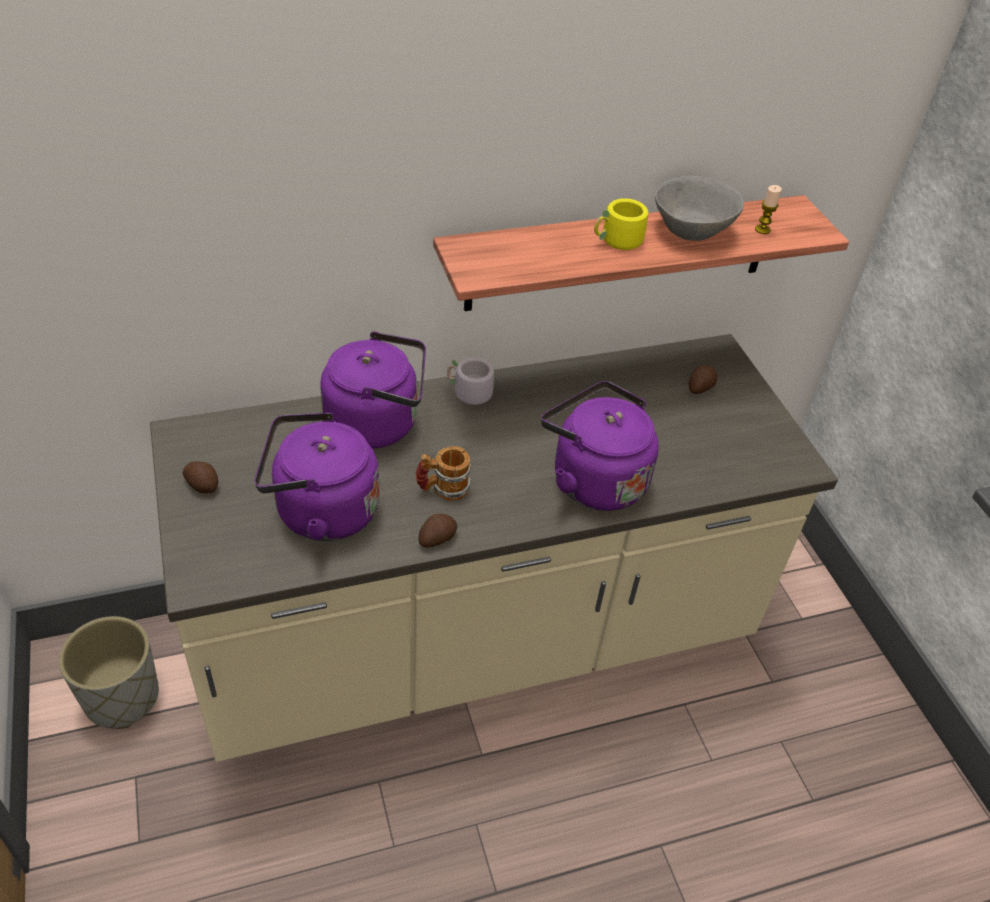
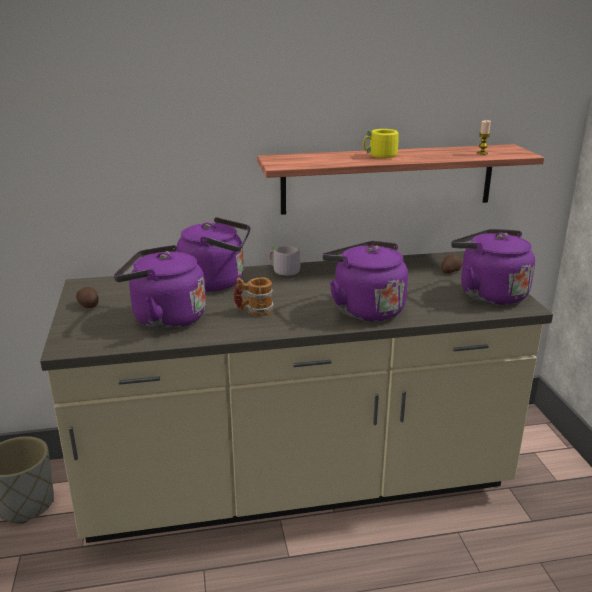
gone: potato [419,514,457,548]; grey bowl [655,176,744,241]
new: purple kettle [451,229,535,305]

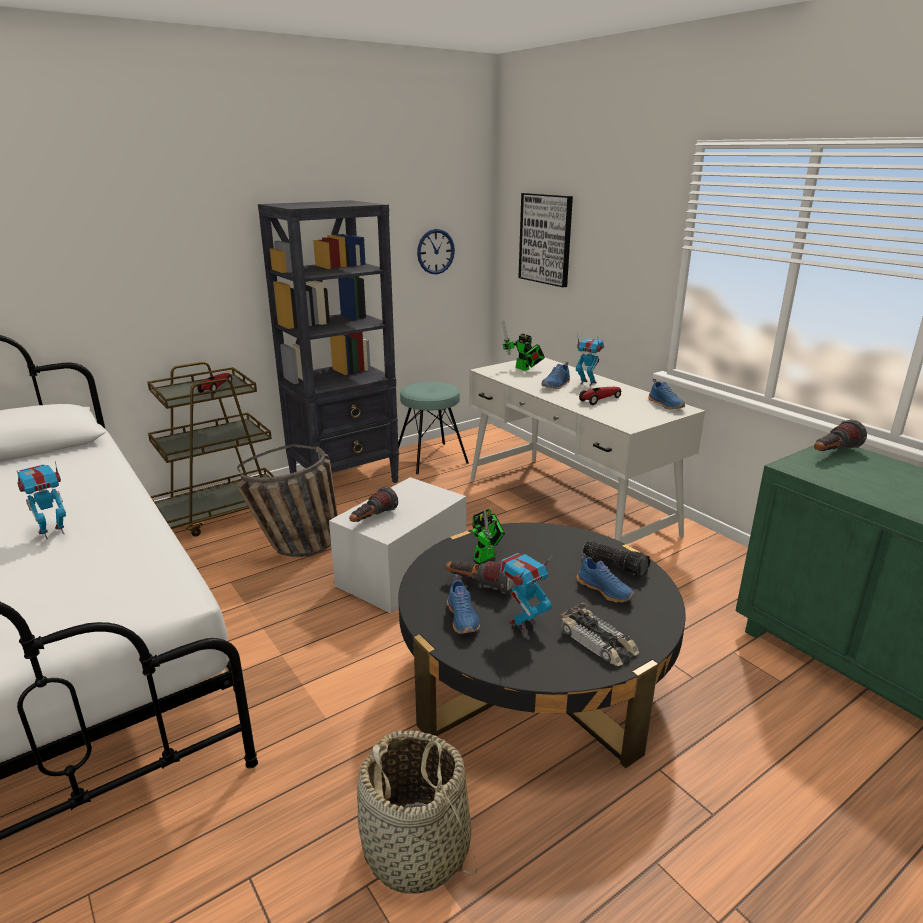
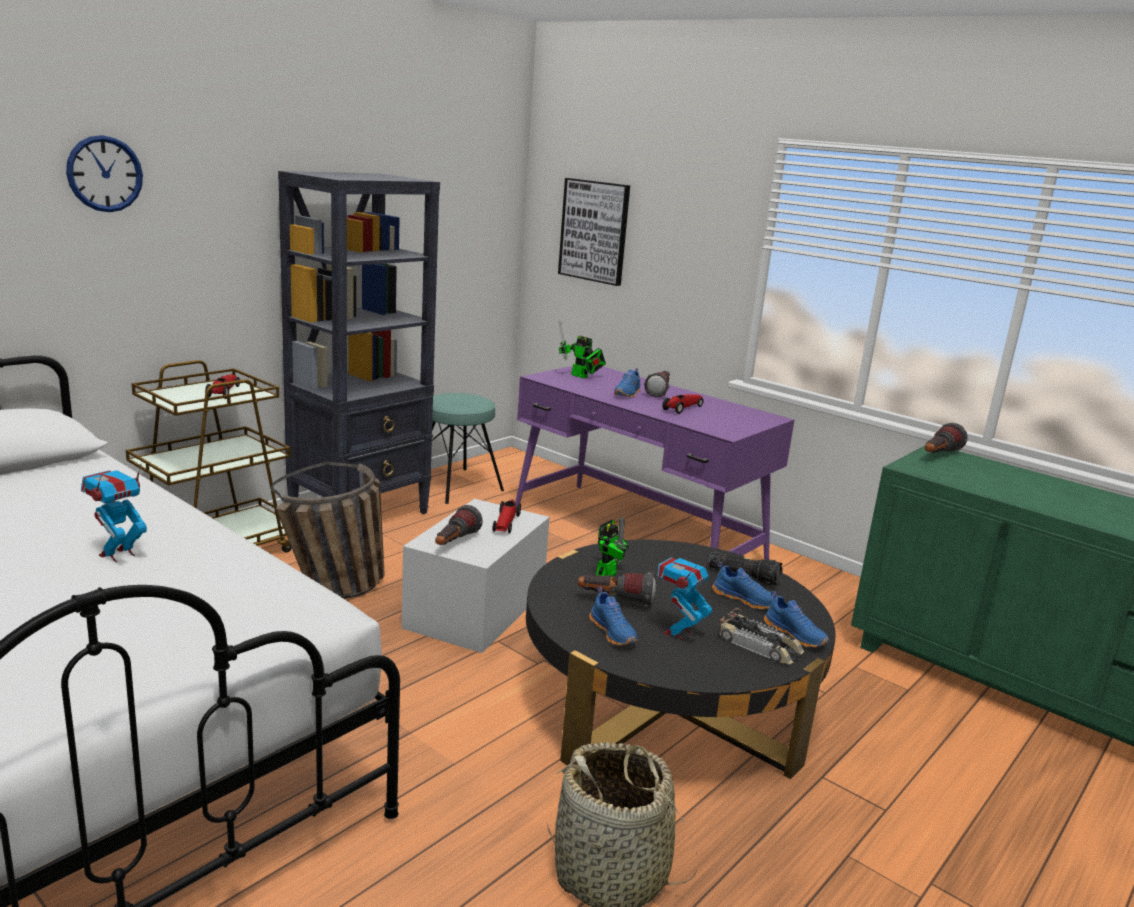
new: toy car [492,499,521,534]
shifted: wall clock [417,229,455,274] to [66,135,143,212]; blue shoe [648,379,685,409] to [764,591,829,647]
swapped: toy robot [576,334,604,386] to flashlight [644,371,670,397]
repainted: white desk [469,358,705,544] to purple desk [515,364,794,560]

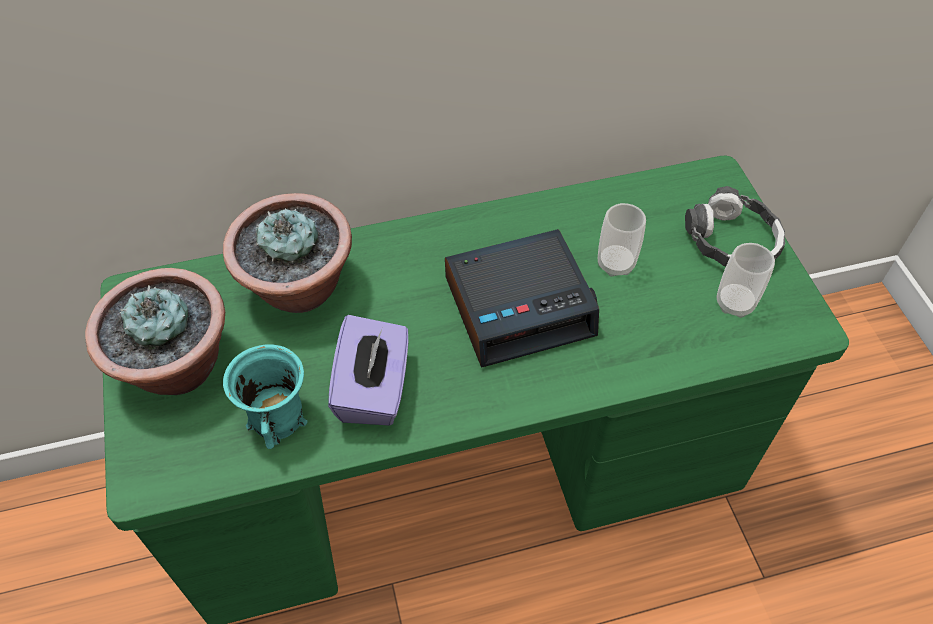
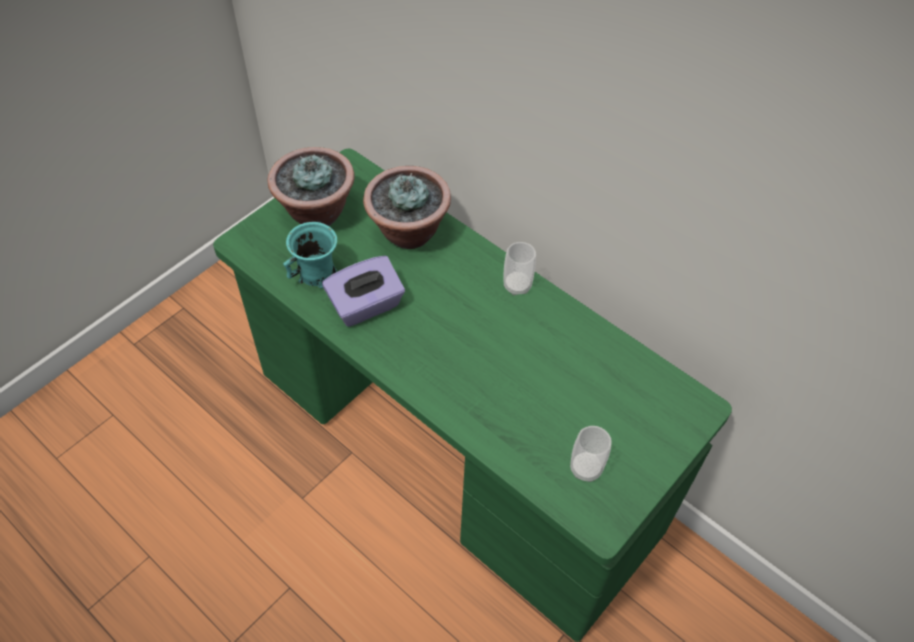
gone: alarm clock [445,229,599,368]; headphones [685,186,785,266]
shifted: cup [598,203,646,277] to [503,242,536,296]

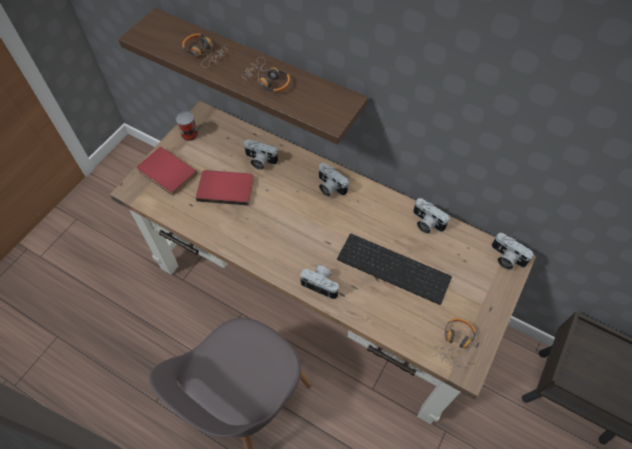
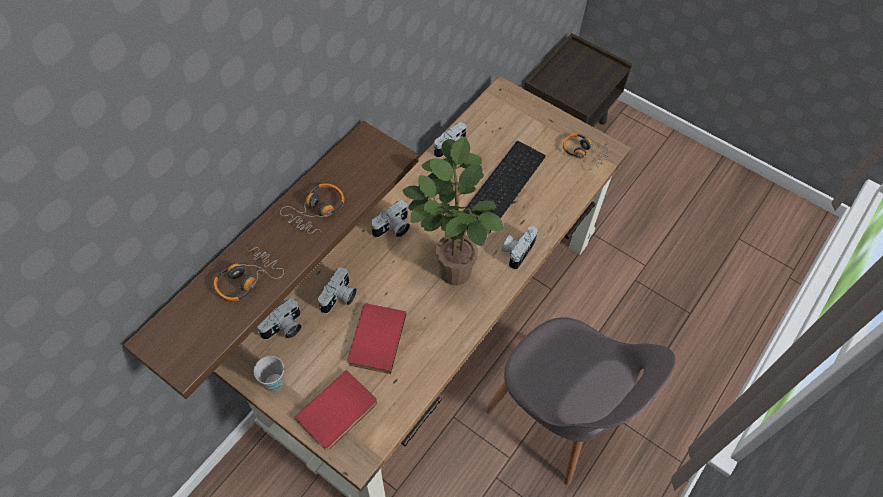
new: potted plant [402,137,504,285]
shifted: photo camera [492,233,533,270] to [257,298,302,340]
swapped: can [176,111,198,141] to cup [253,356,285,392]

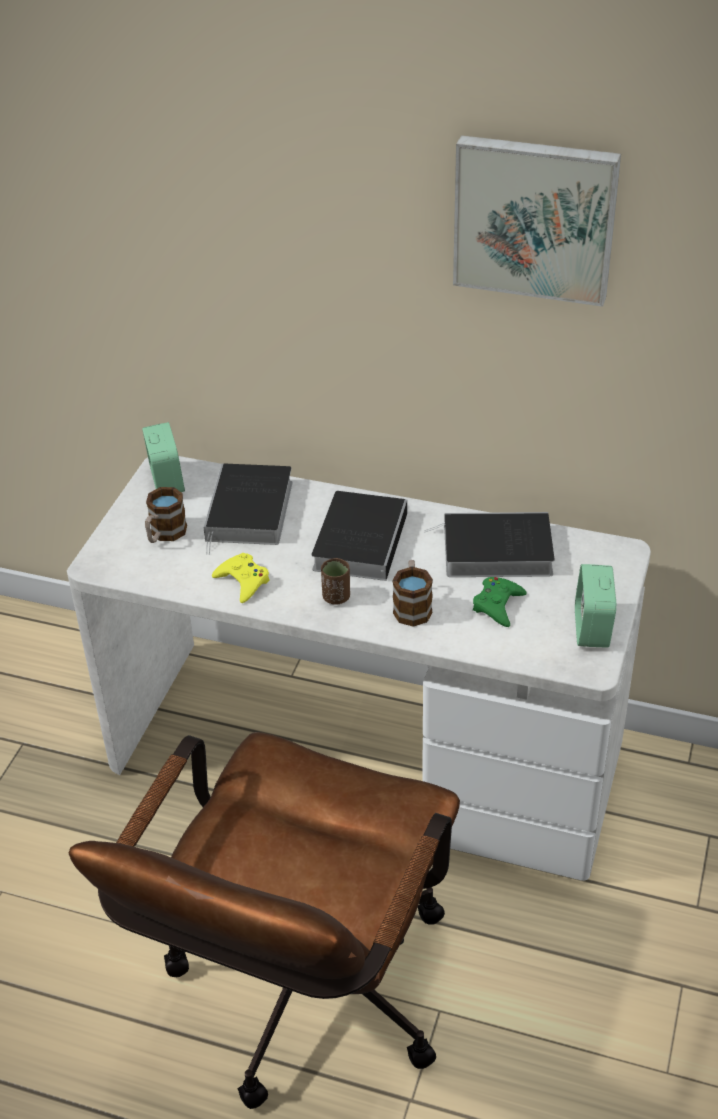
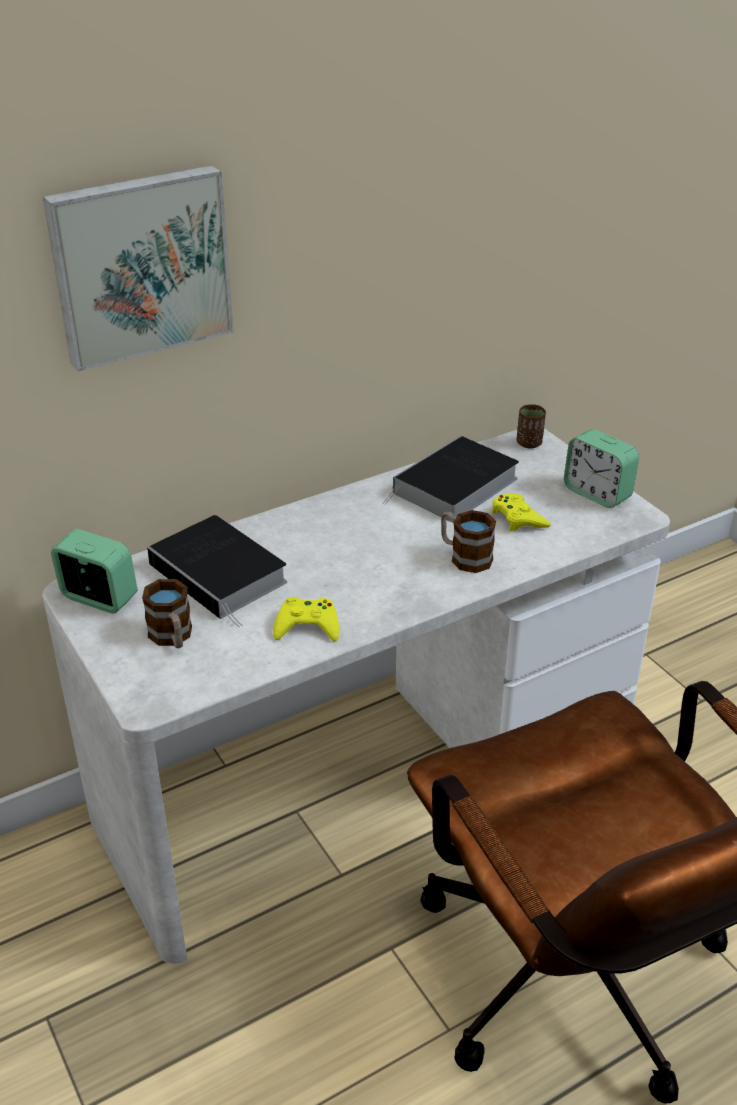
gone: book [311,491,407,581]
shifted: picture [453,135,621,307] to [43,165,234,371]; brown cup [321,558,350,605] to [517,404,546,448]
repainted: green game controller [473,577,527,627] to yellow game controller [492,493,551,531]

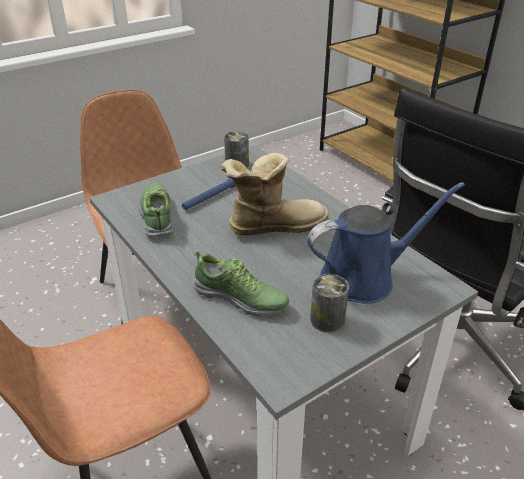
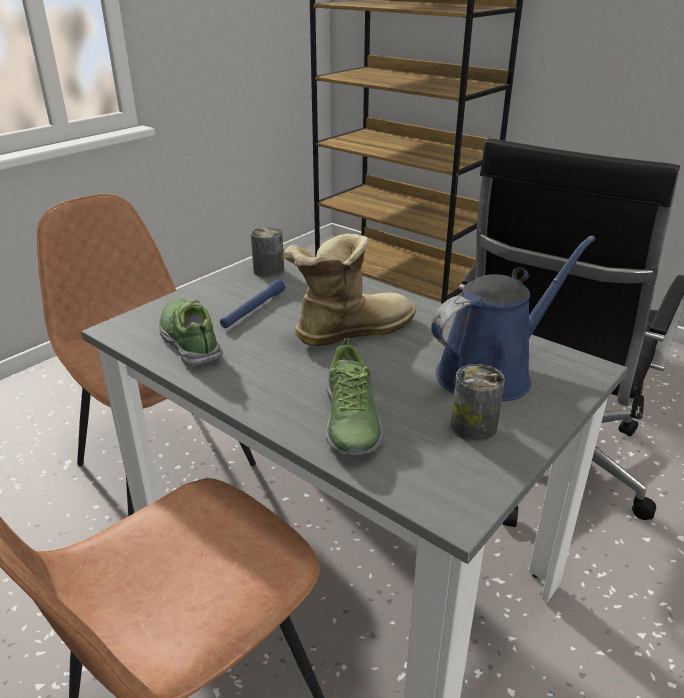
rotated: shoe [193,251,289,316] = [326,338,383,455] 75 degrees clockwise

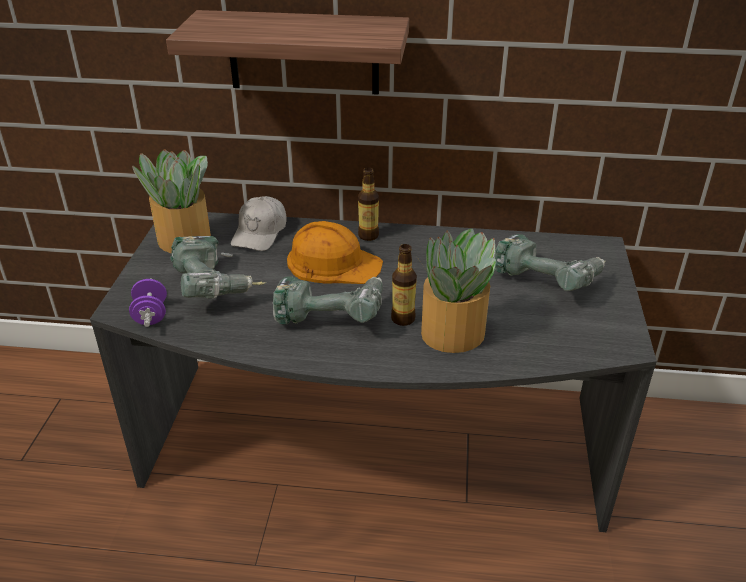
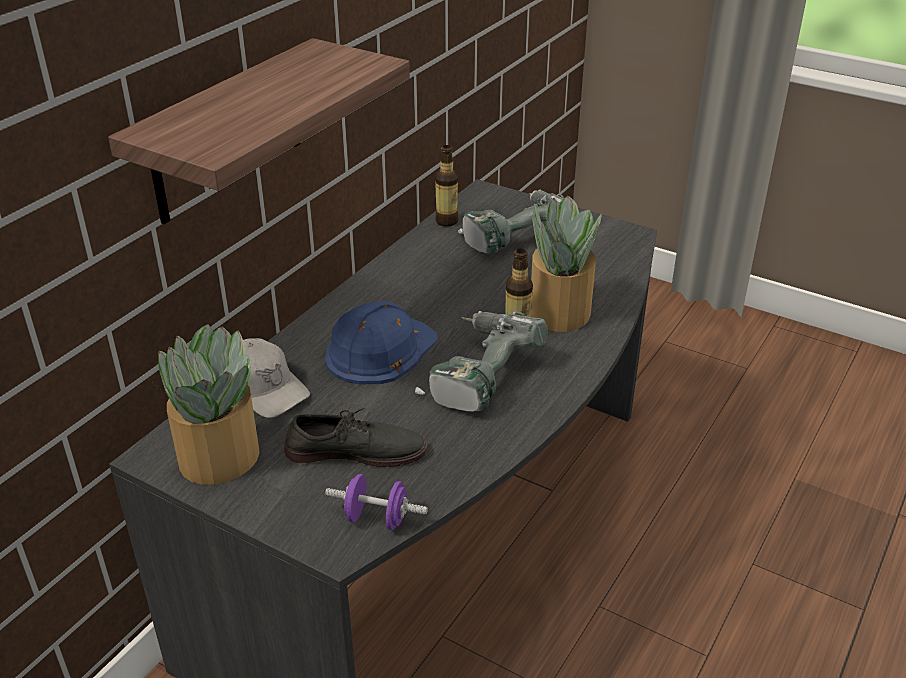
shifted: bottle [358,167,379,241] to [435,145,458,227]
swapped: power drill [170,236,266,299] to grey shoe [284,408,427,467]
repainted: orange hard hat [287,221,383,284] to blue hard hat [325,301,438,384]

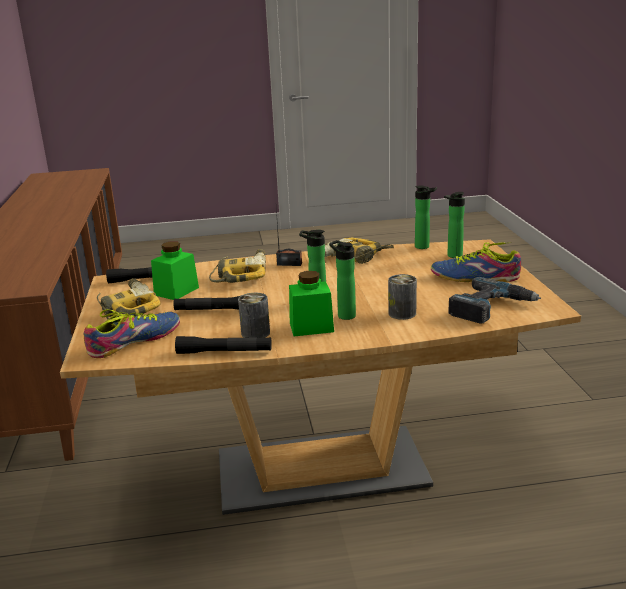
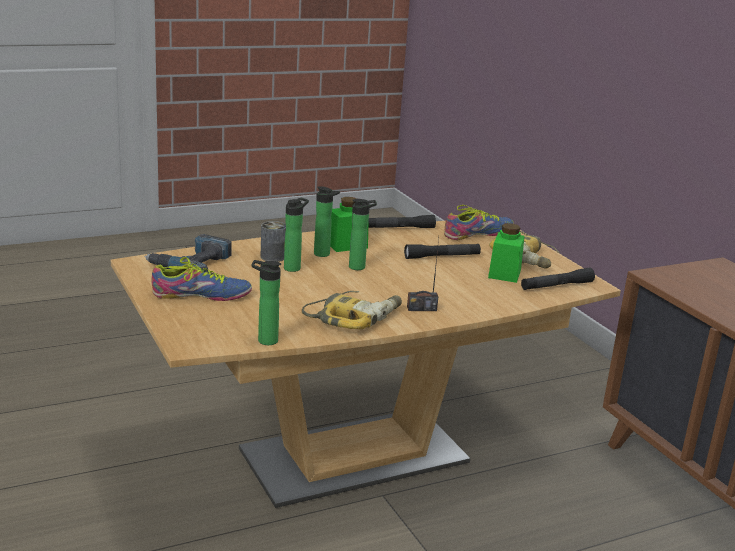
gone: power drill [209,249,266,283]; can [238,293,270,338]
shifted: bottle [444,192,465,258] to [284,198,309,272]
rotated: shoe [84,309,180,358] = [444,205,514,240] 150 degrees counterclockwise

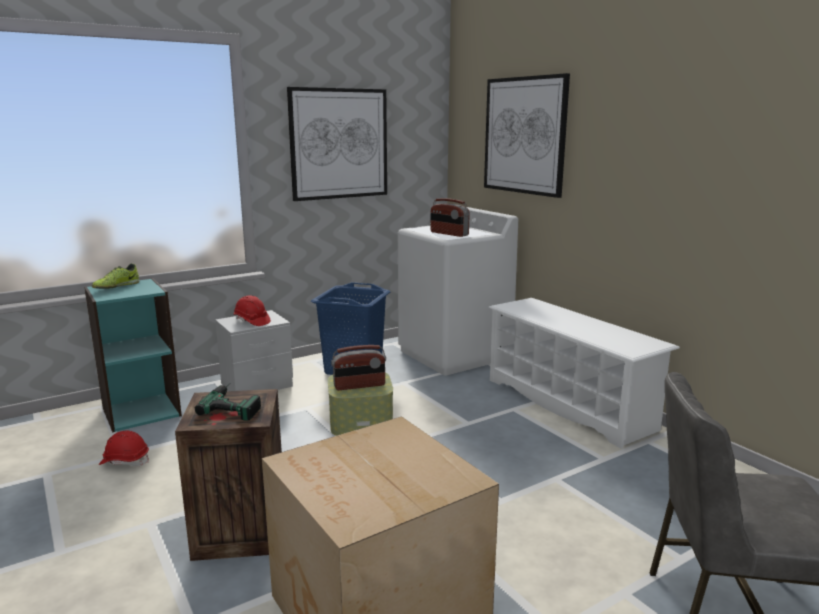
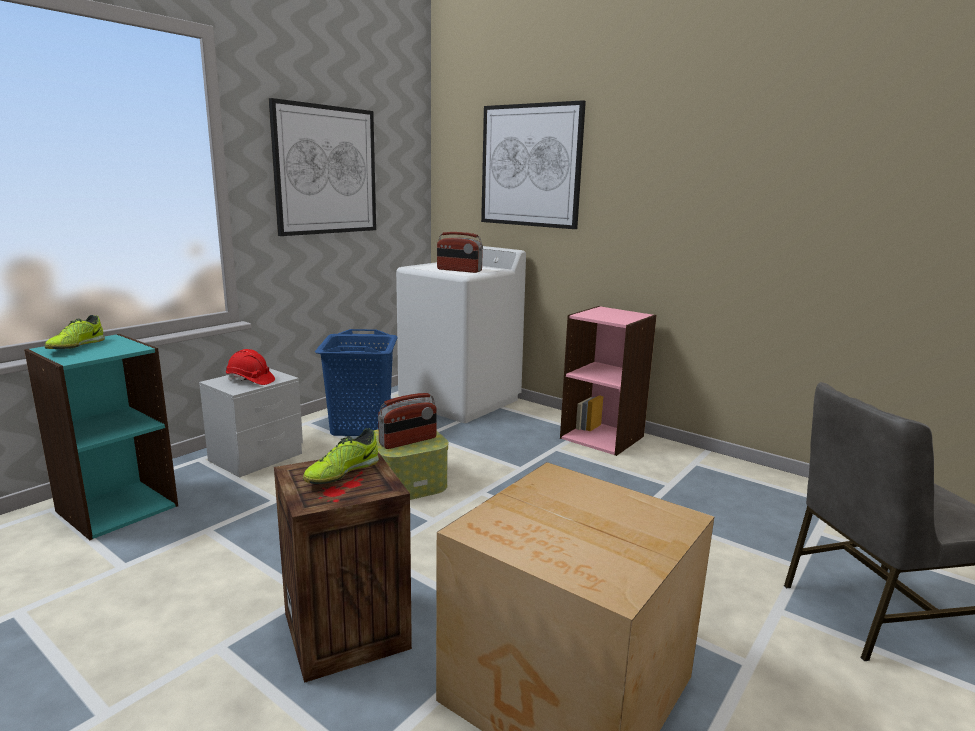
gone: red hard hat [99,430,149,466]
swapped: power drill [195,383,261,421] to shoe [303,428,379,484]; white shoe rack [488,298,680,449] to pink bookcase [560,306,657,456]

